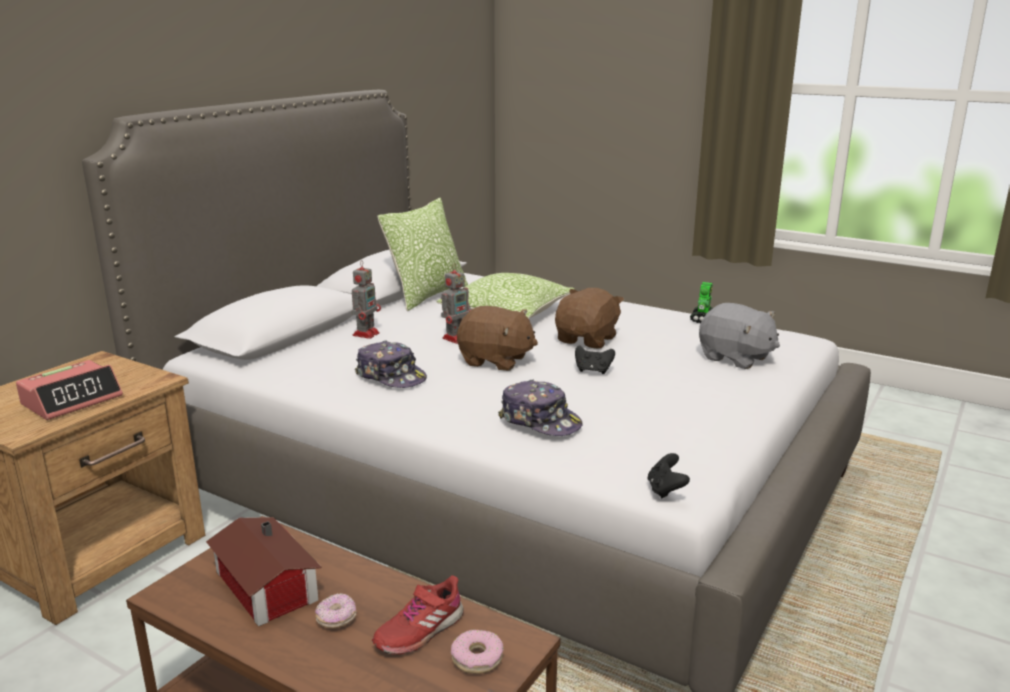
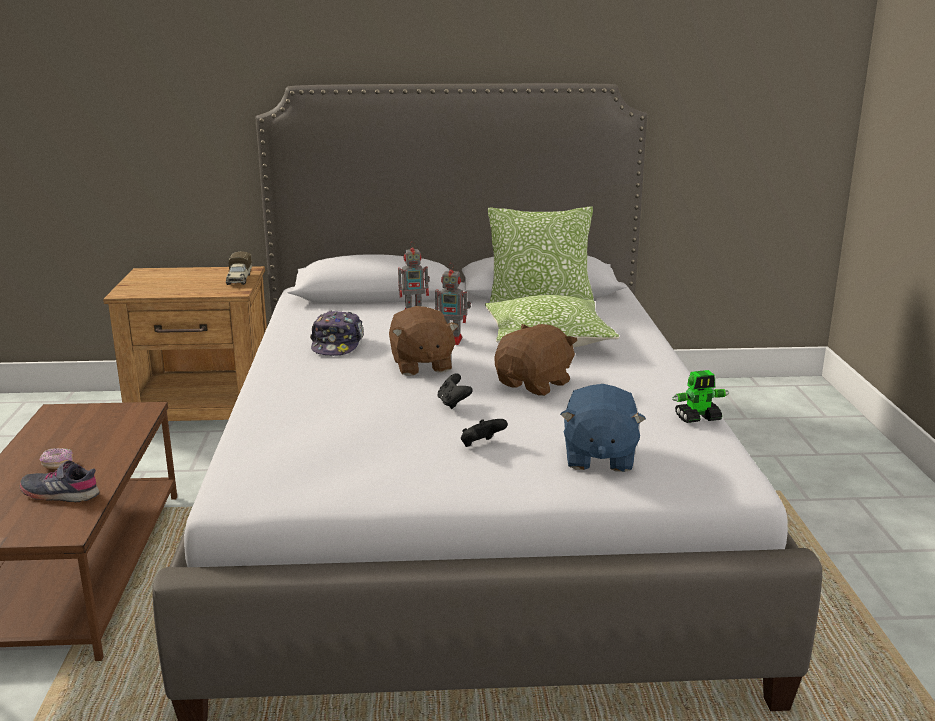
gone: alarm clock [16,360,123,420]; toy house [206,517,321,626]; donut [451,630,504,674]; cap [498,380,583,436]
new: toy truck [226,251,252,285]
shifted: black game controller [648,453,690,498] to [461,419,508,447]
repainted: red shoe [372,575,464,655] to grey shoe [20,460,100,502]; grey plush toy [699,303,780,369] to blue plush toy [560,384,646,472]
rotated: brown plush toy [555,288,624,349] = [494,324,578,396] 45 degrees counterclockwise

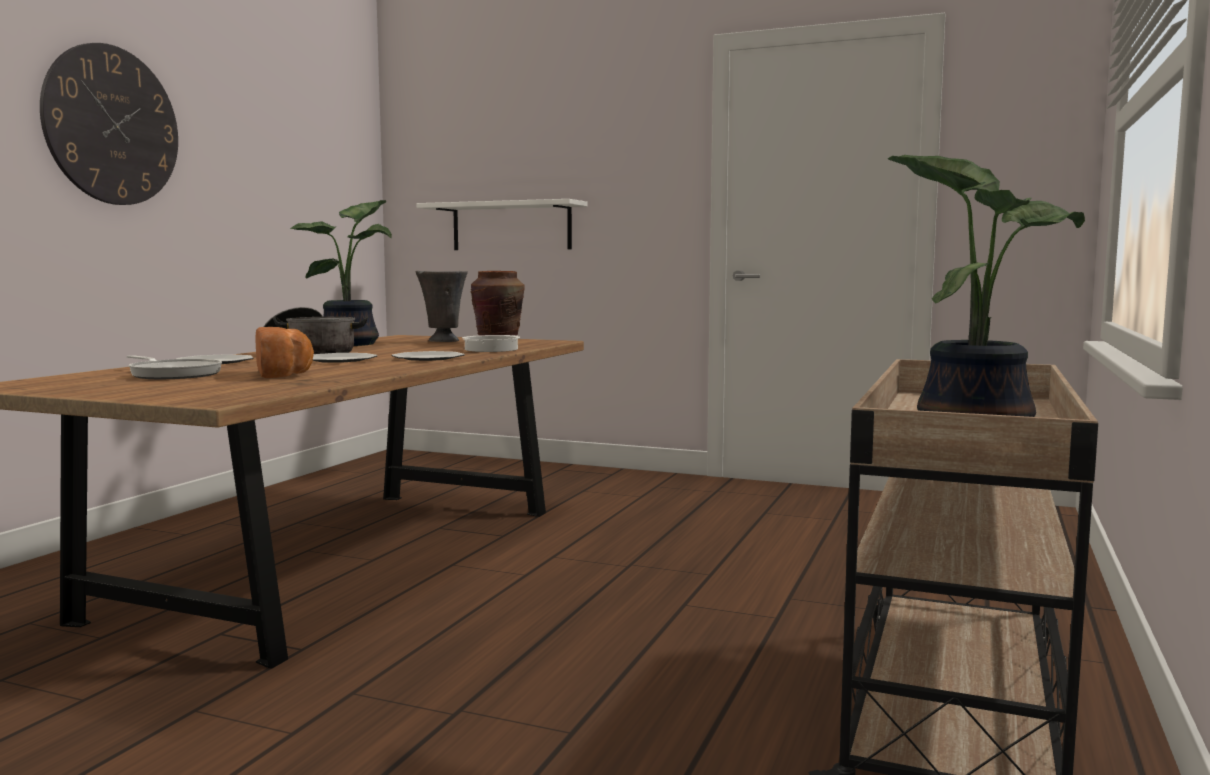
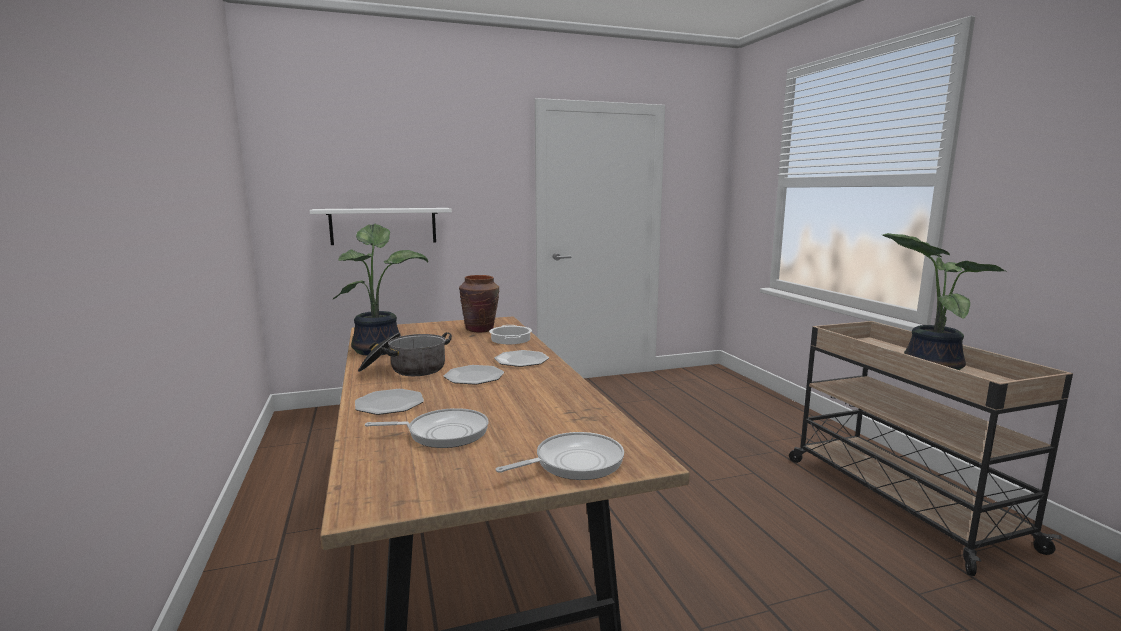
gone: wall clock [40,43,178,205]; bread [255,327,314,378]; grey vase [416,271,468,342]
new: frying pan [496,432,624,480]

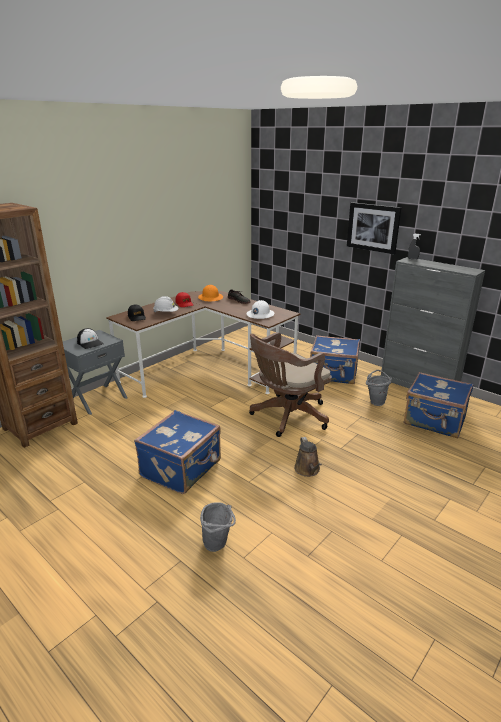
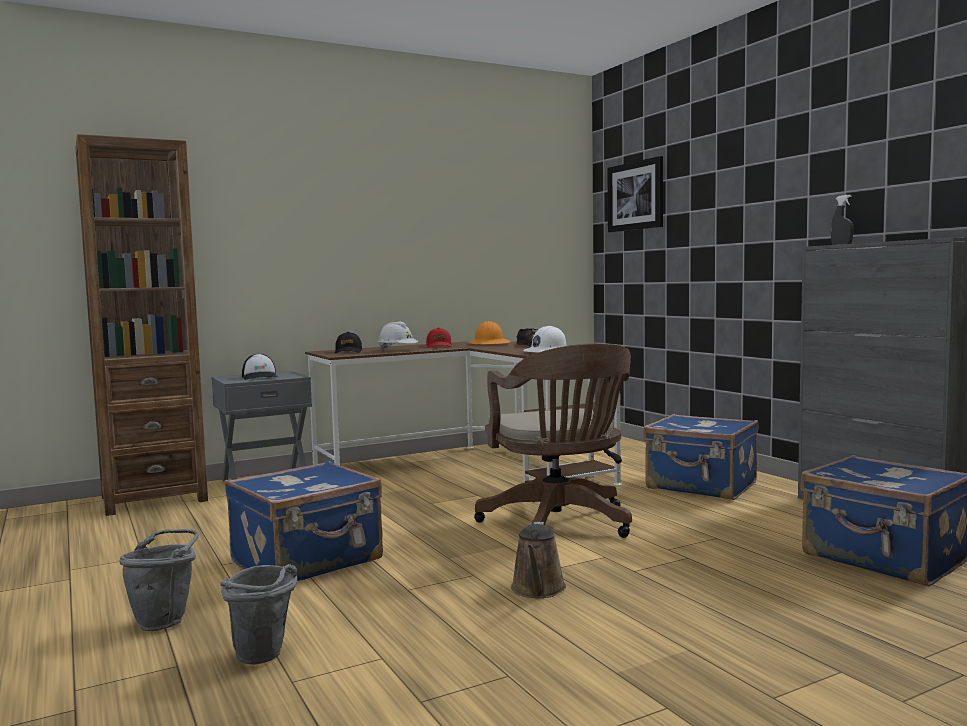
shifted: grey bucket [366,370,392,406] to [119,529,199,631]; picture [347,202,401,254] to [607,156,663,232]
rotated: brown office chair [249,332,332,437] = [474,343,632,538] 90 degrees counterclockwise

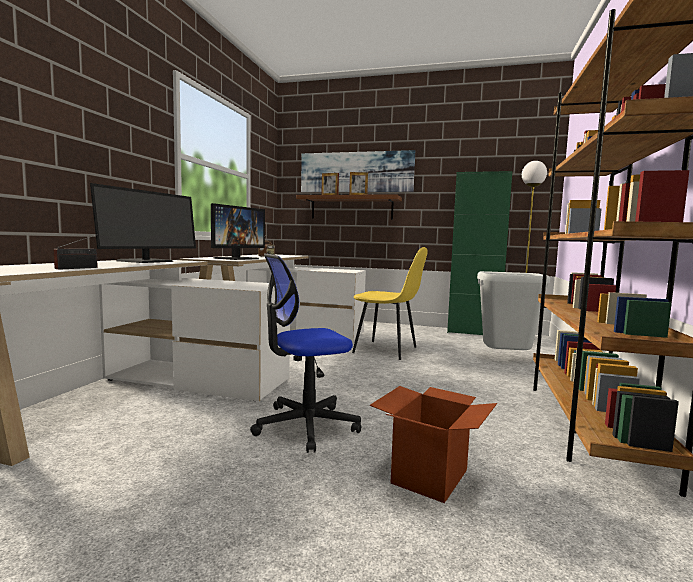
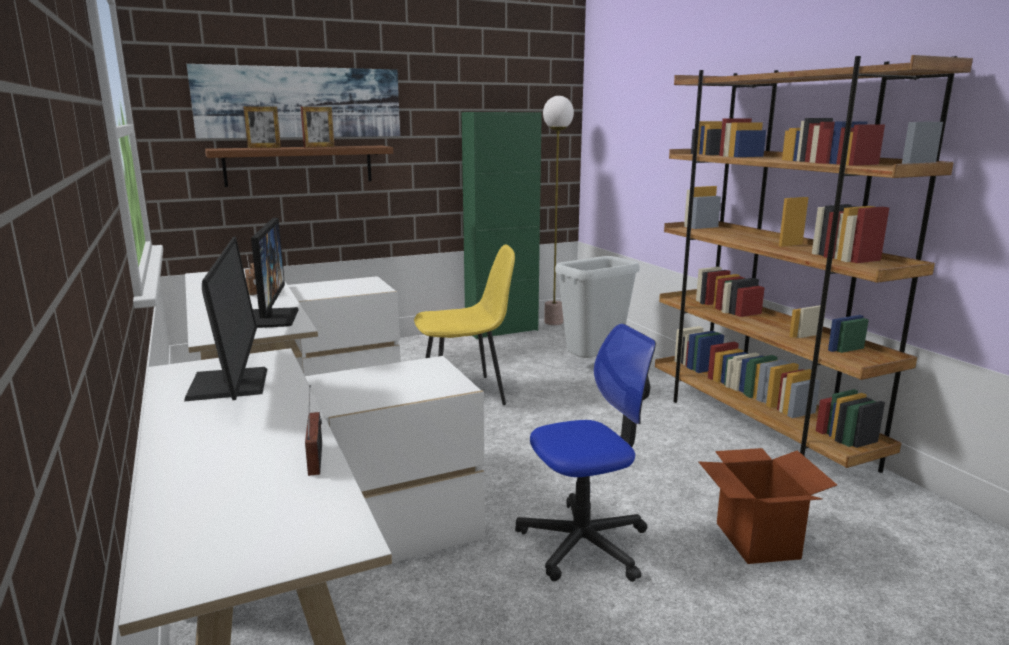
rotated: office chair [250,254,361,453] = [515,324,656,582] 135 degrees counterclockwise

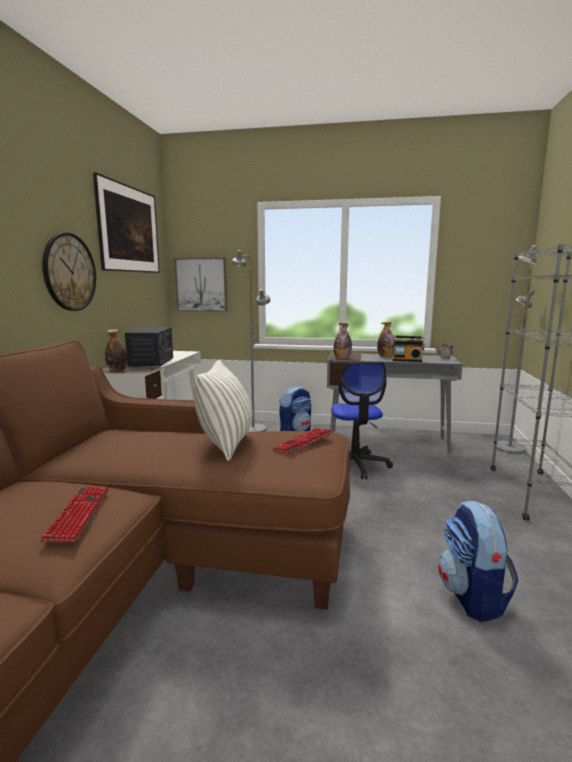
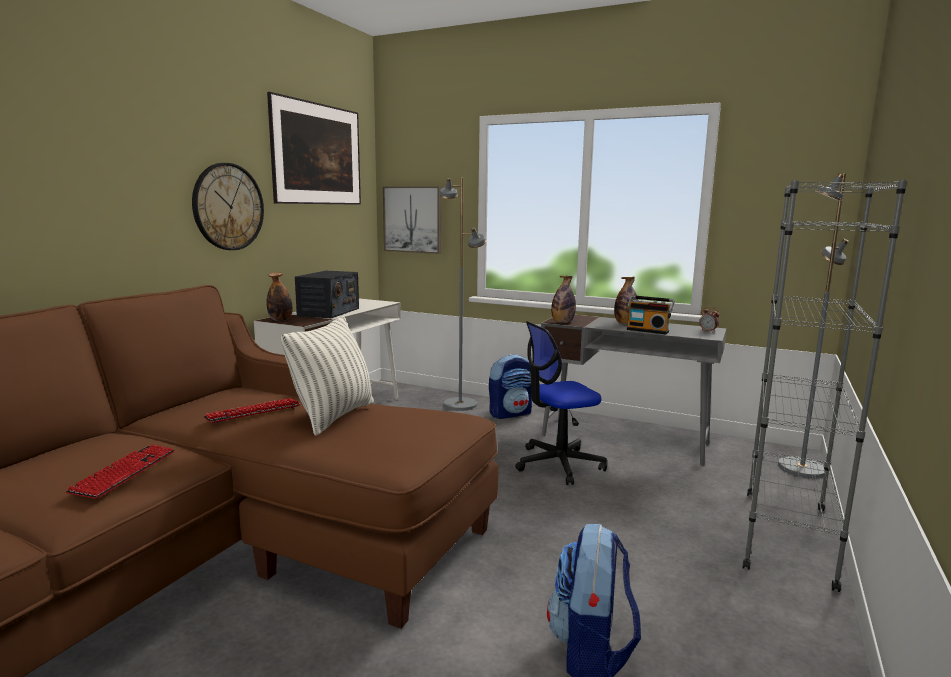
shifted: keyboard [272,428,332,454] to [204,398,300,424]
rotated: office chair [331,362,393,479] = [515,321,607,485] 60 degrees clockwise

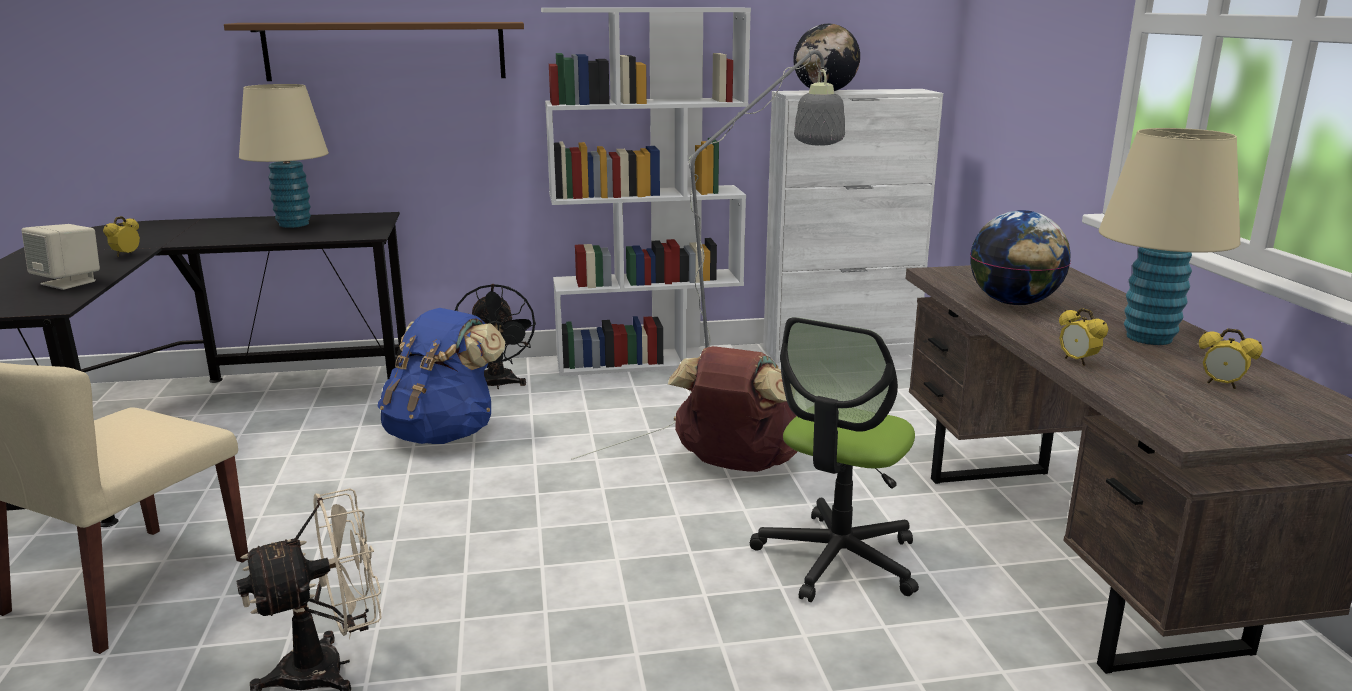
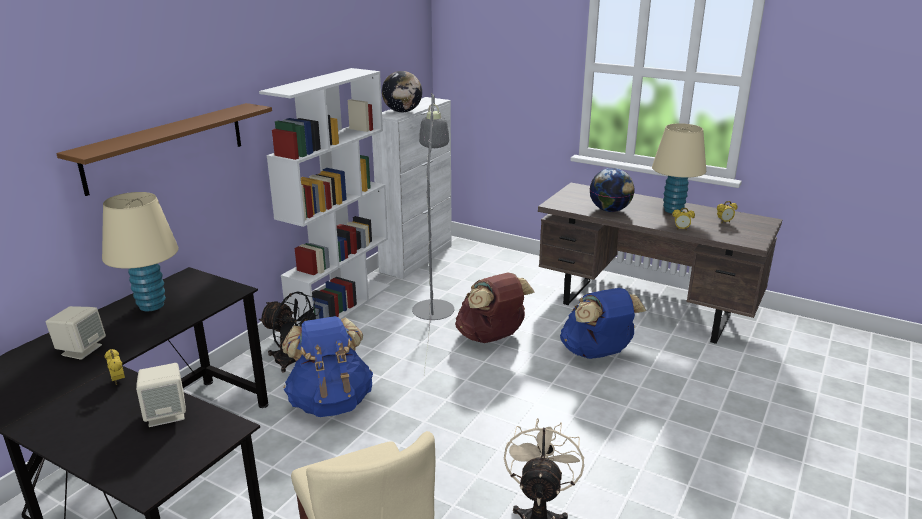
new: beige speaker [46,306,106,360]
swapped: office chair [750,317,919,602] to blue backpack [560,288,646,359]

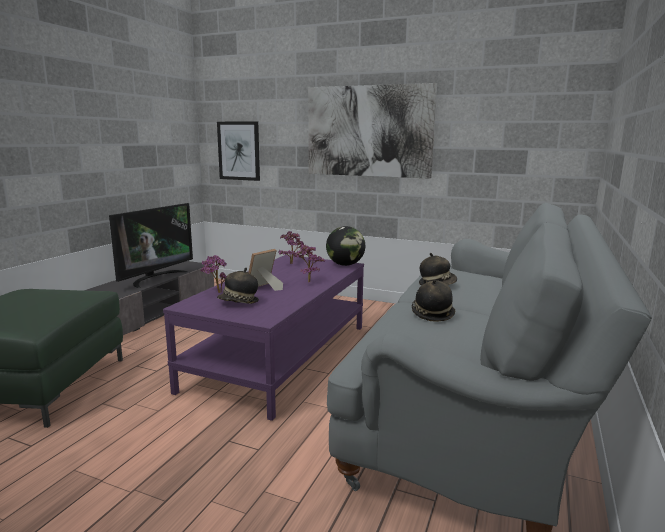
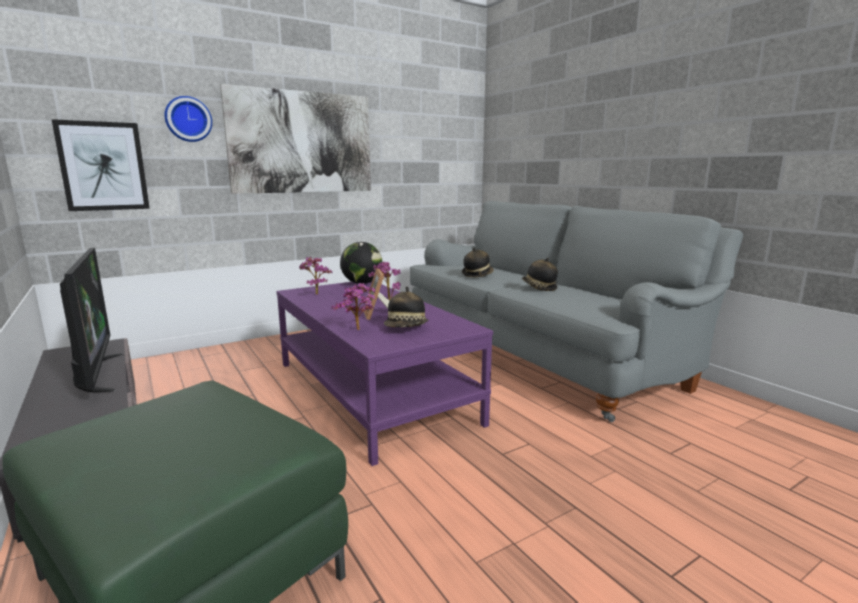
new: wall clock [164,96,212,142]

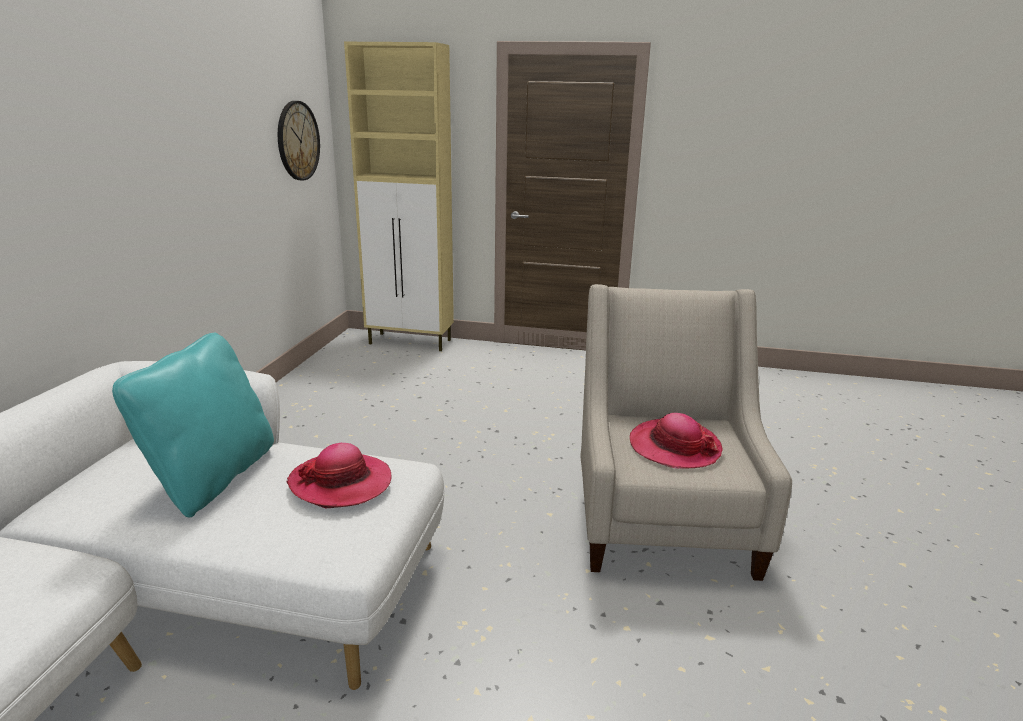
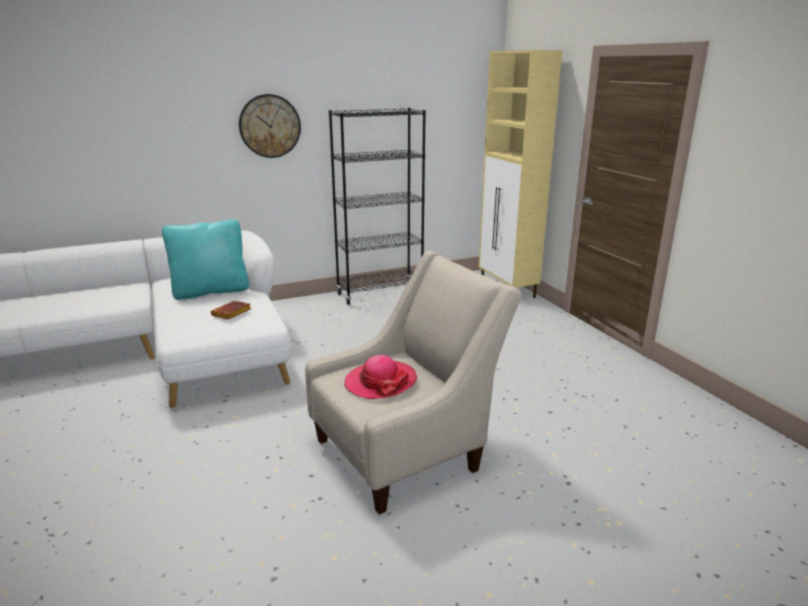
new: black bookcase [329,108,426,305]
shifted: wall clock [278,101,320,180] to [239,94,301,158]
swapped: hat [287,443,391,508] to brown book [211,301,252,319]

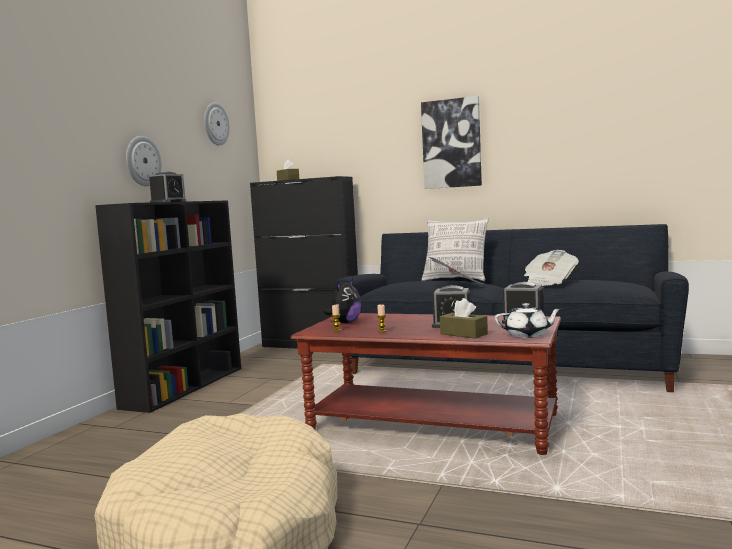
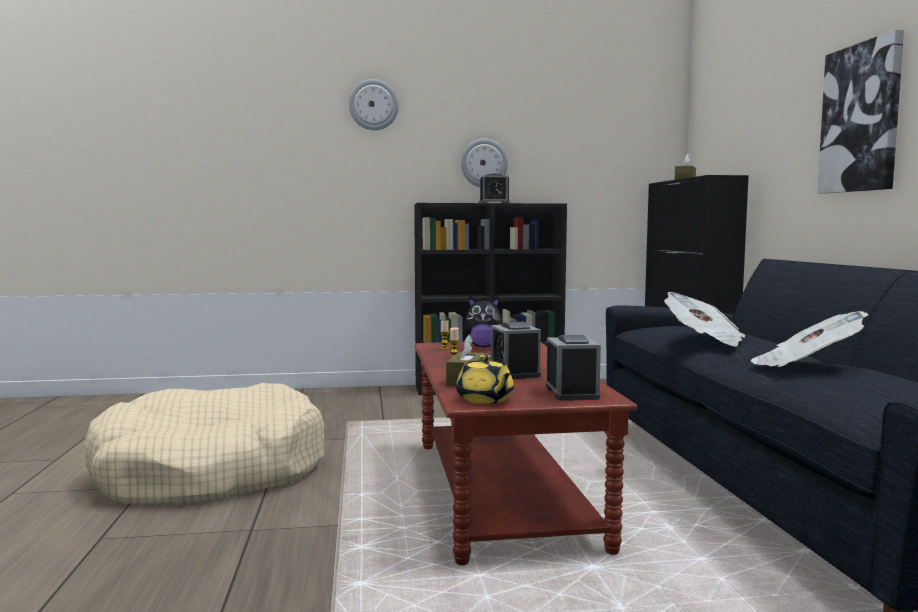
gone: pillow [422,218,489,281]
shifted: wall clock [204,103,230,146] to [349,79,399,130]
repainted: white teapot [495,303,562,338] to yellow teapot [456,355,514,404]

